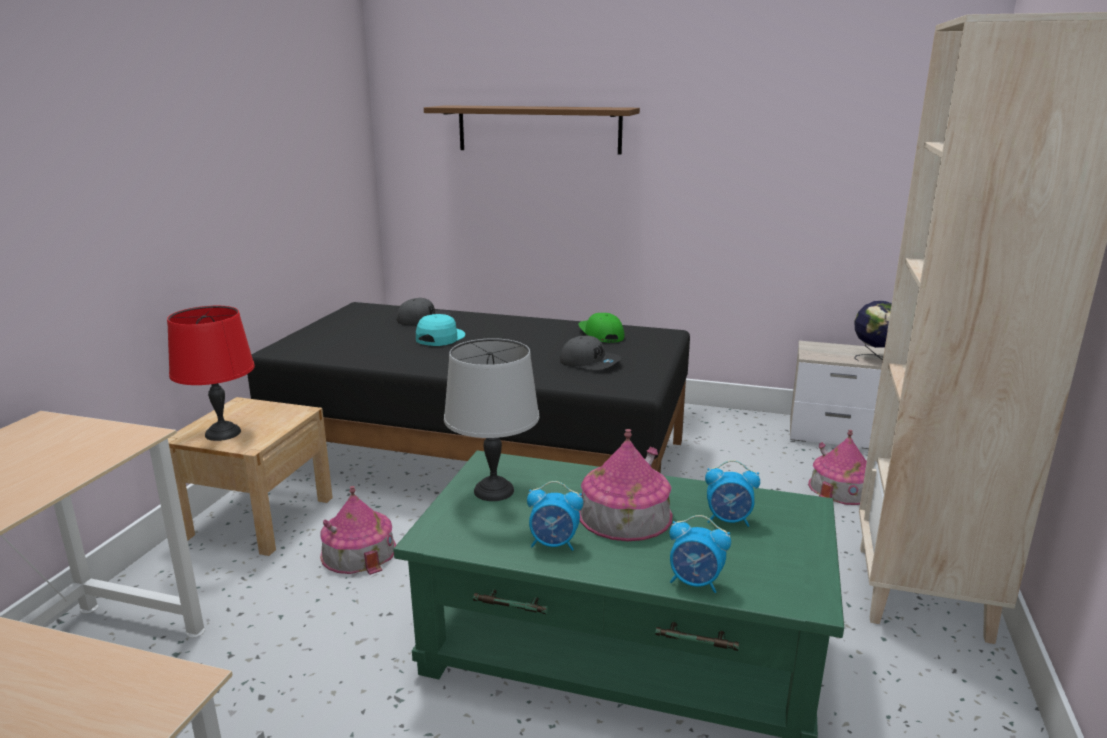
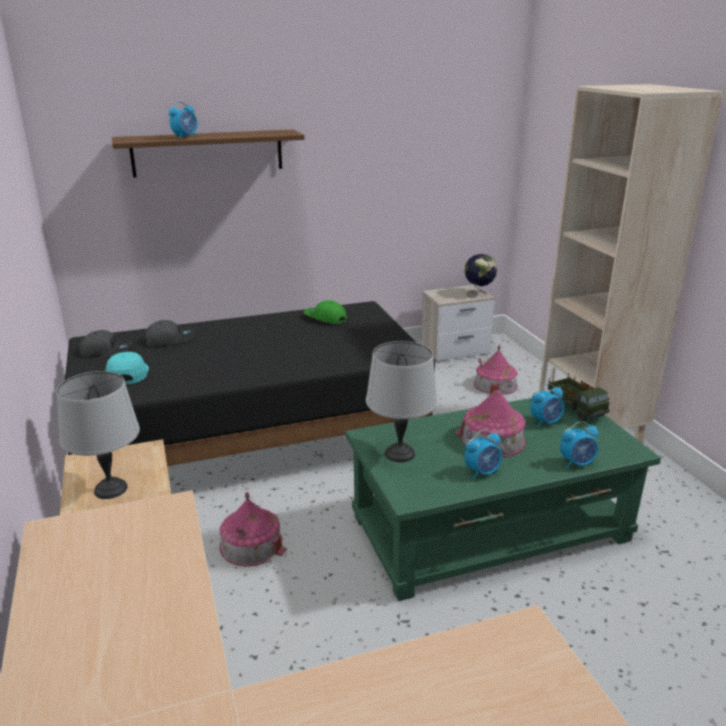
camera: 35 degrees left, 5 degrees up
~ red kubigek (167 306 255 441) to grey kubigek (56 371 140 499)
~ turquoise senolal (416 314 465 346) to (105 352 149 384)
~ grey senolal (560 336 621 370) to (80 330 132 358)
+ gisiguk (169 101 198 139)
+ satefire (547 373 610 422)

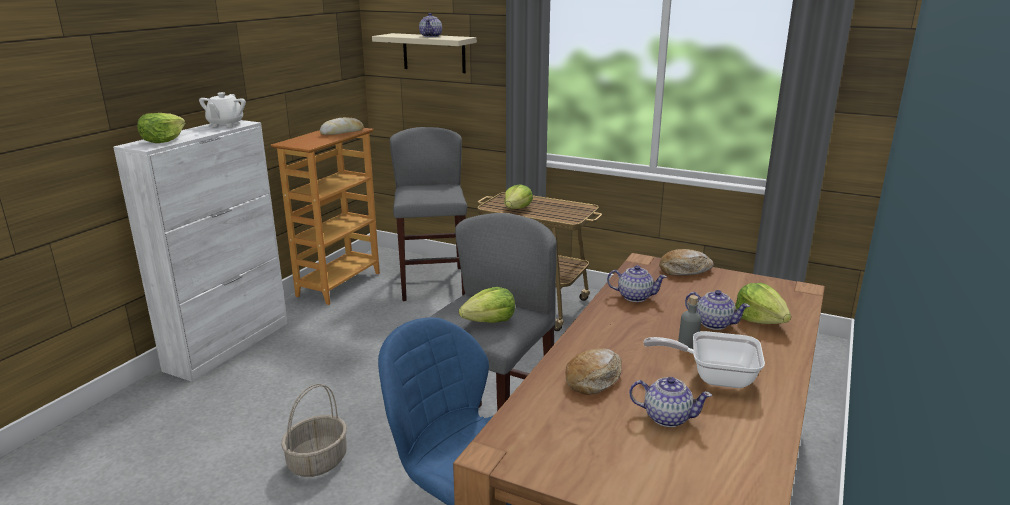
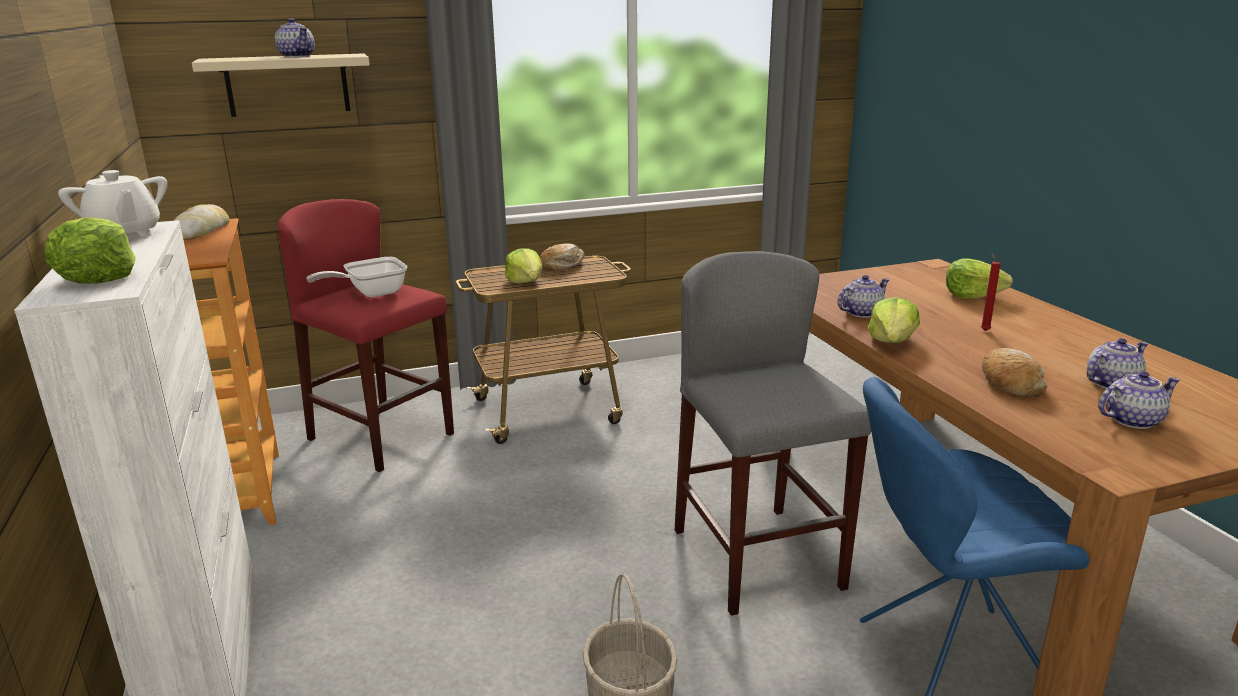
camera: 45 degrees left, 0 degrees up
~ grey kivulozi (390 127 467 301) to red kivulozi (277 199 454 472)
~ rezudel (659 249 714 276) to (540 243 585 272)
~ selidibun (459 287 515 323) to (868 297 920 343)
~ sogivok (685 290 750 330) to (1098 371 1180 429)
~ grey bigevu (678 295 702 349) to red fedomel (981 253 1001 331)
~ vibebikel (644 331 765 388) to (307 257 408 297)

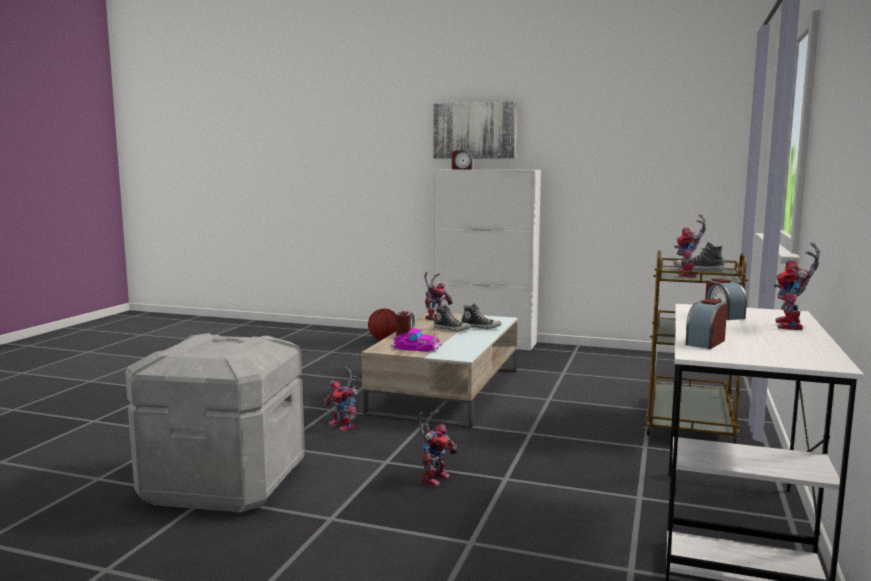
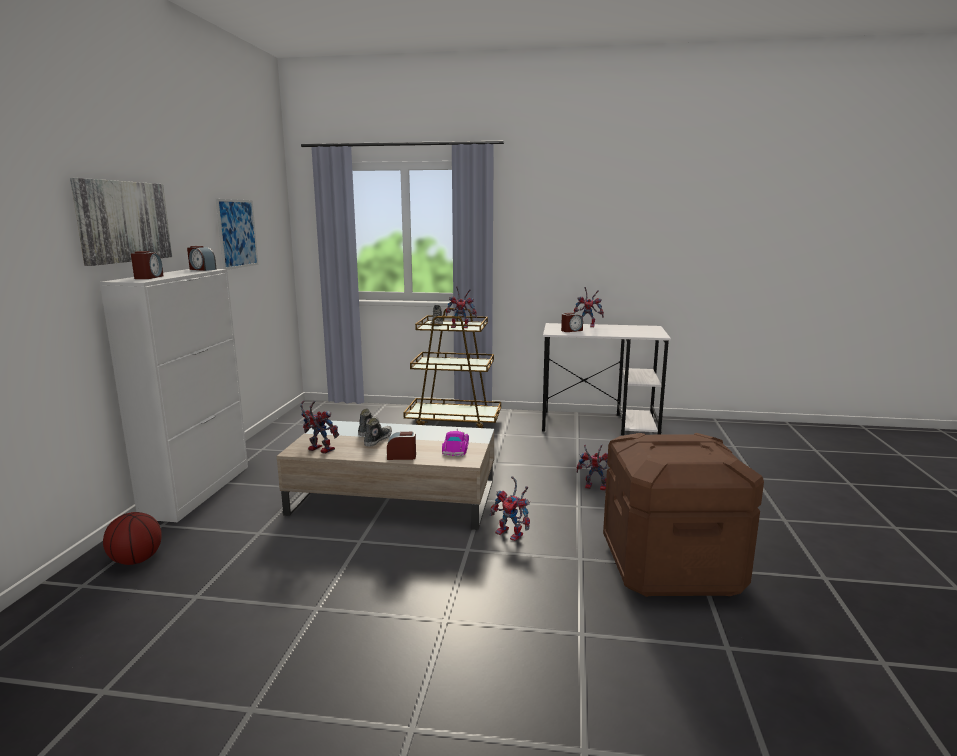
camera: 100 degrees left, 5 degrees up
~ gisiguk (685 299 728 349) to (187 246 217 271)
~ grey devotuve (125 333 305 513) to brown devotuve (603 433 764 597)
~ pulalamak (324 367 359 431) = (490 476 530 541) 90 degrees clockwise
+ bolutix (216 199 258 270)

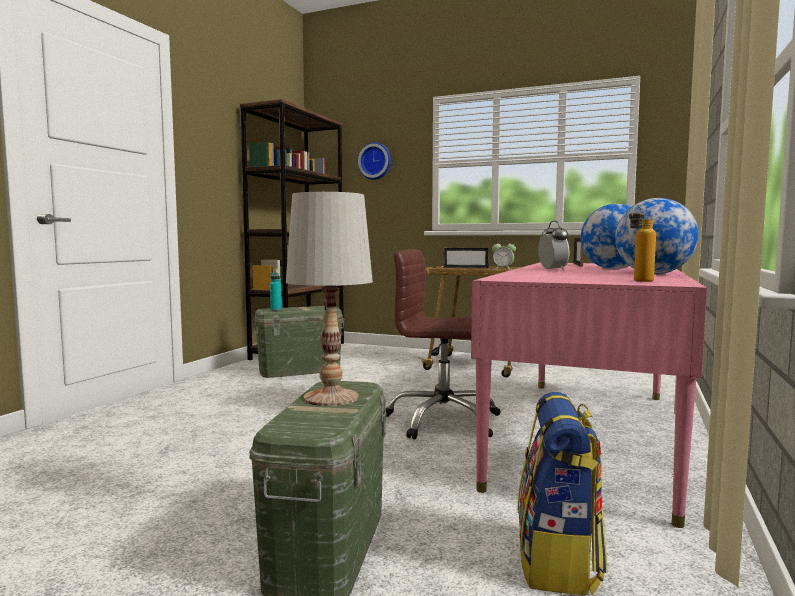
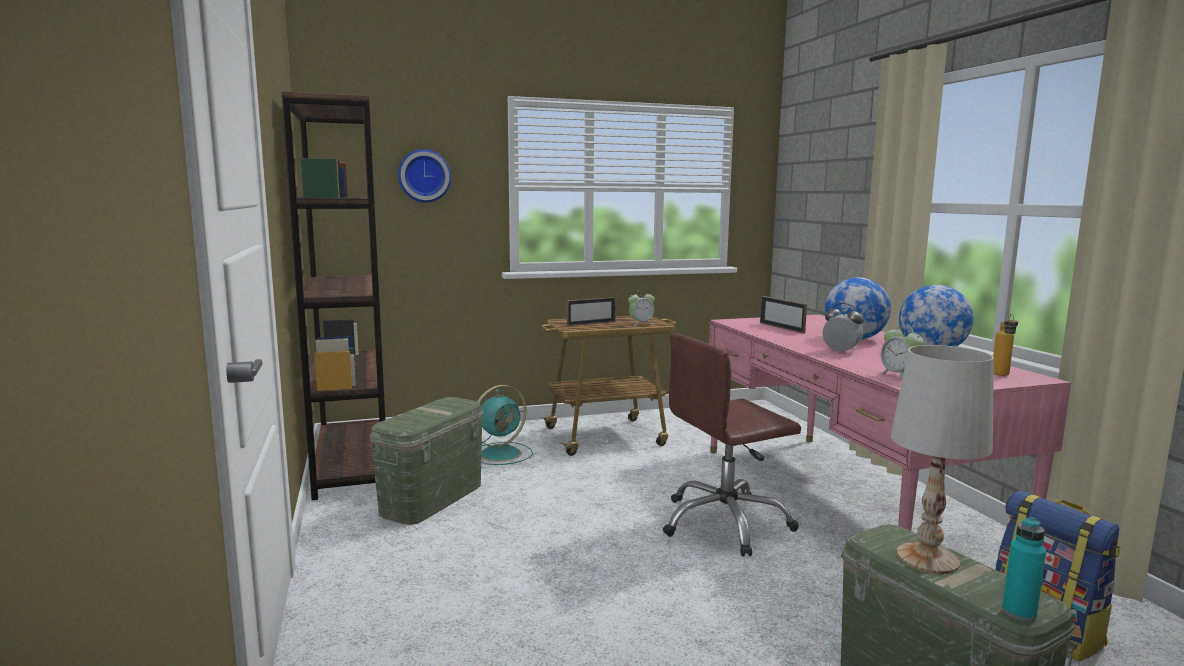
camera: 40 degrees left, 5 degrees up
~ turquoise bigevu (270 273 282 311) to (1002 517 1046 621)
+ gisiguk (879 325 924 380)
+ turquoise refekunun (477 385 533 465)

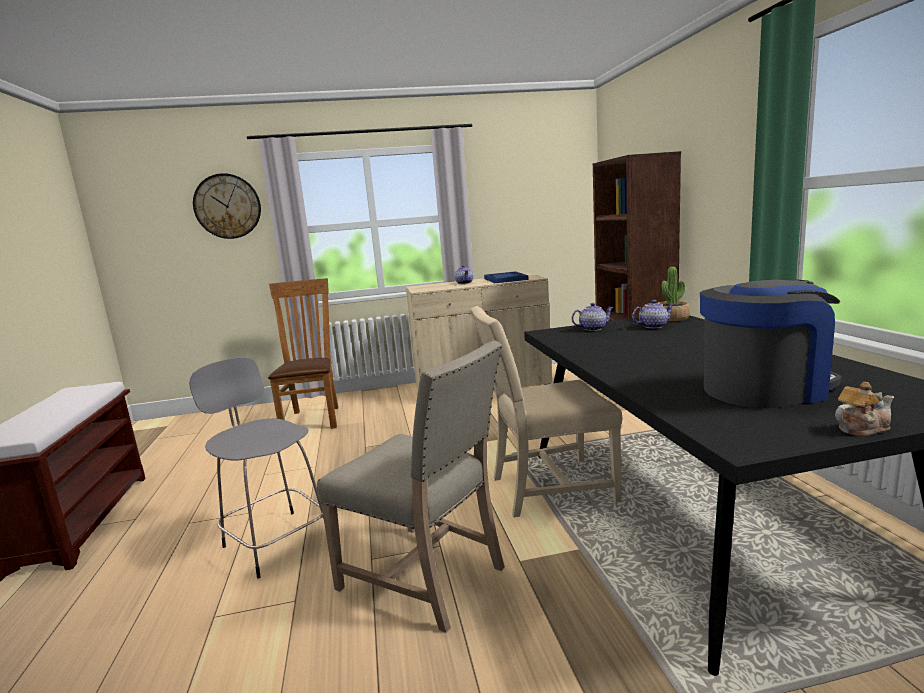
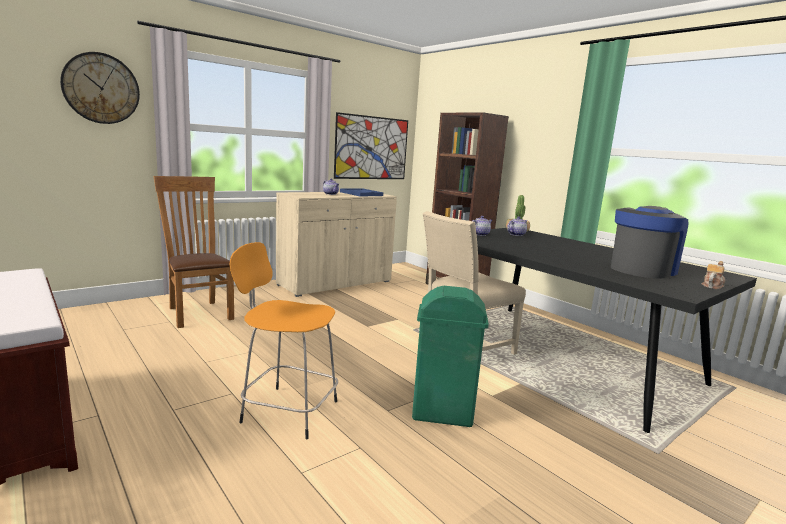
camera: 30 degrees left, 0 degrees up
~ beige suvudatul (317 340 505 633) to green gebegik (412 286 489 427)
~ grey kivulozi (189 357 324 578) to orange kivulozi (230 242 338 439)
+ bolutix (334 112 408 179)

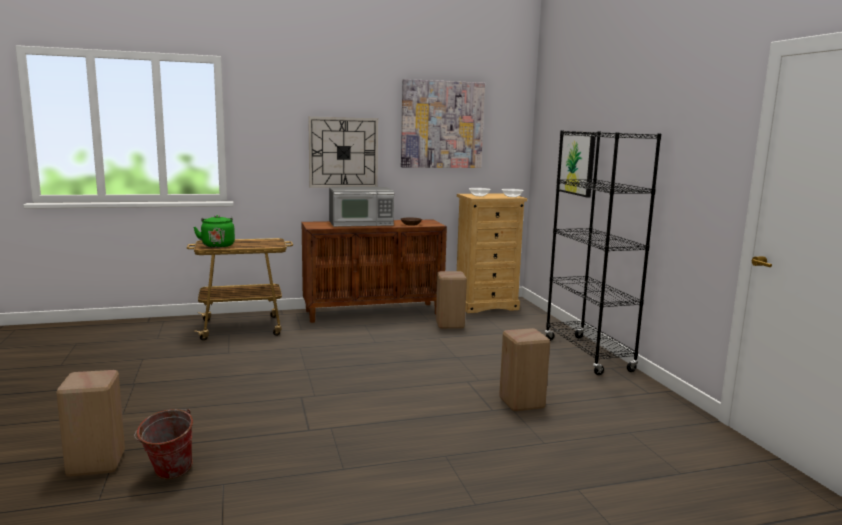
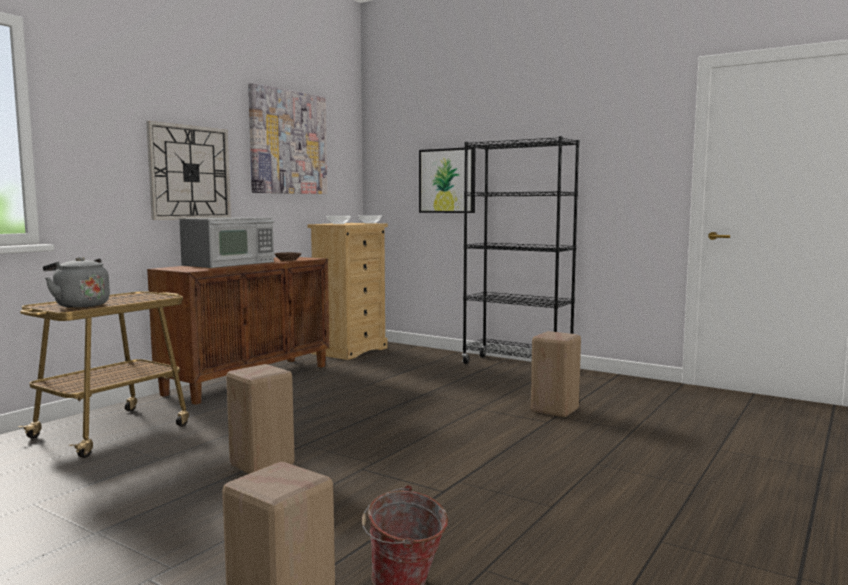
camera: 40 degrees left, 5 degrees down
~ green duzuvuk (194 215 235 248) to grey duzuvuk (43 257 110 308)
~ beige kivulozi (436 271 467 329) to (226 364 295 474)

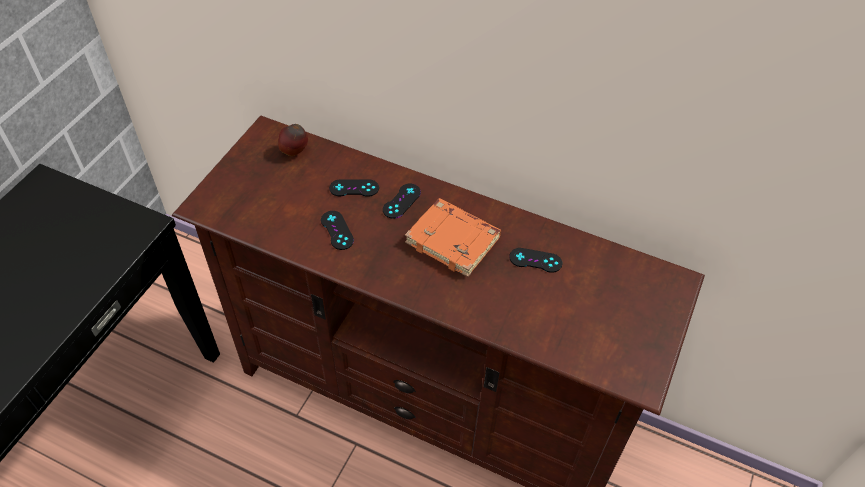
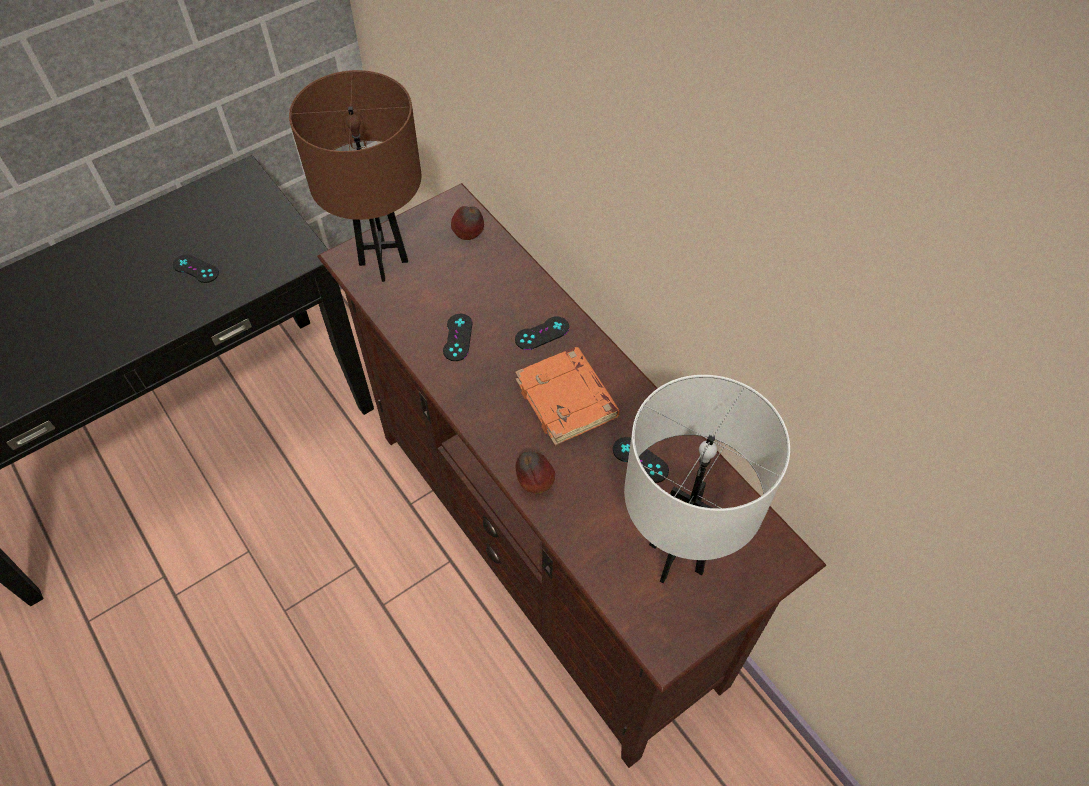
camera: 30 degrees right, 5 degrees up
~ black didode (329 179 379 197) to (173 254 219 283)
+ brown kubigek (289 70 421 282)
+ white kubigek (624 375 790 583)
+ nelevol (516 451 555 494)

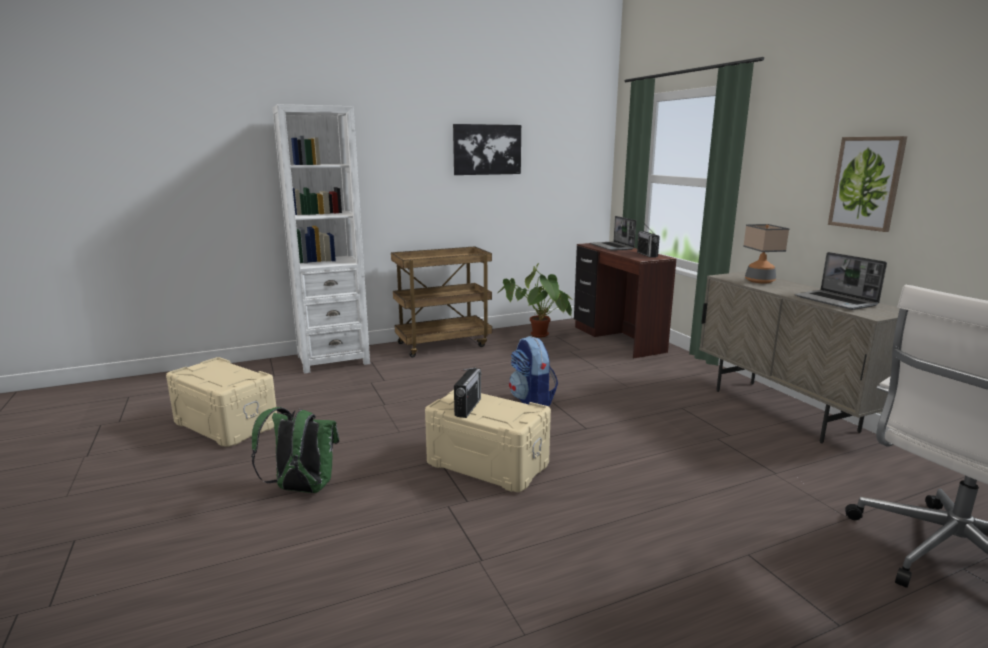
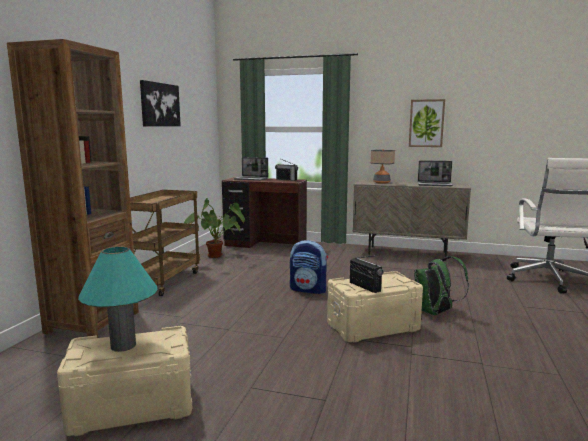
camera: 50 degrees left, 5 degrees down
~ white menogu (272 104 370 374) to brown menogu (7 39 139 338)
~ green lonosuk (251 407 339 493) to (414 256 469 315)
+ turquoise kubigek (78 247 158 352)

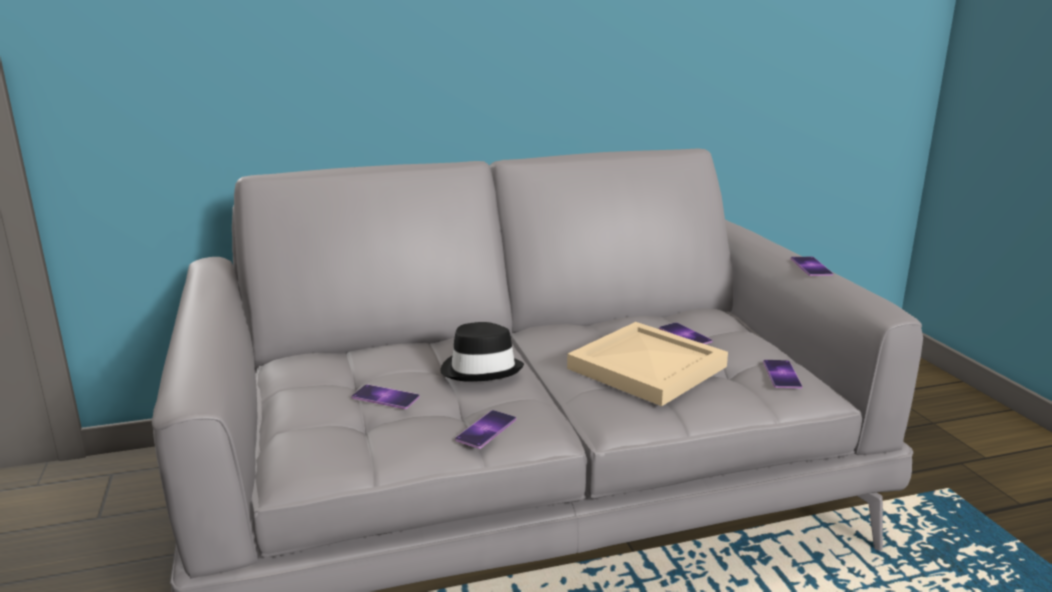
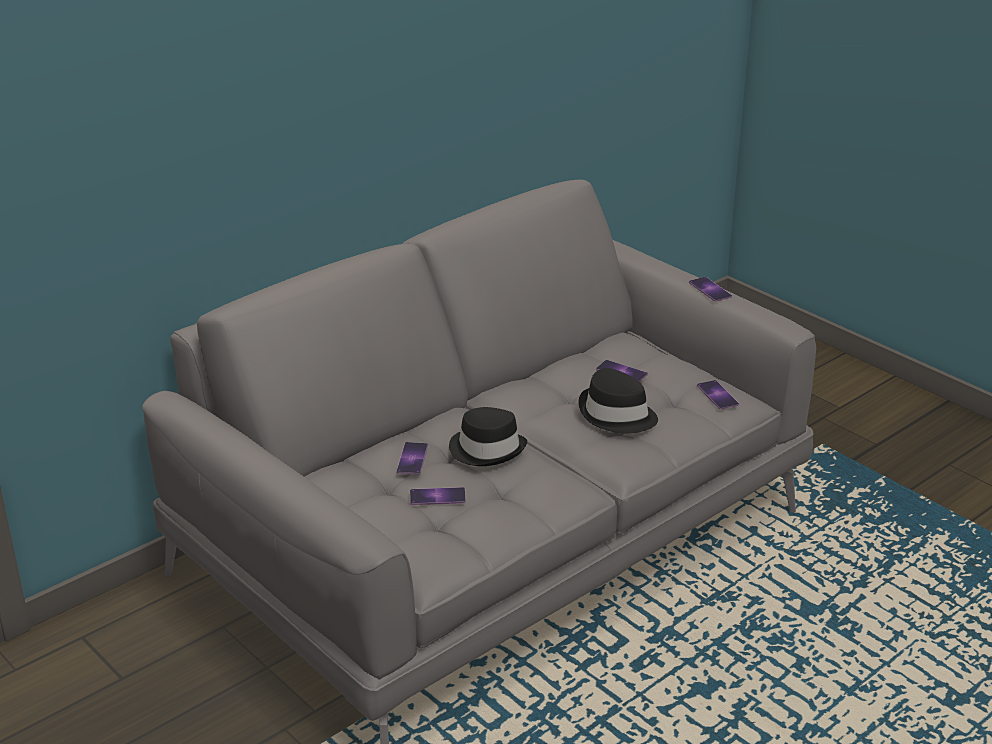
camera: 25 degrees left, 10 degrees up
~ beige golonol (567 322 728 406) to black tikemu (578 368 658 434)
~ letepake (455 410 516 449) to (397 442 428 475)

